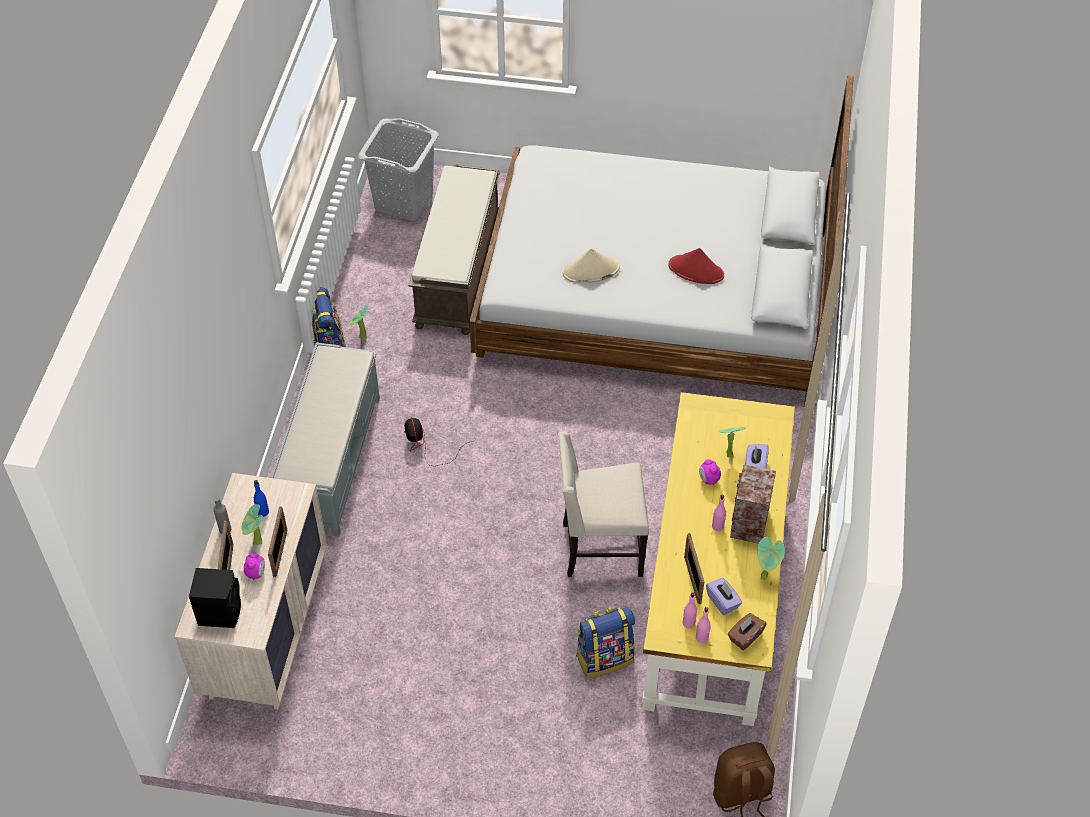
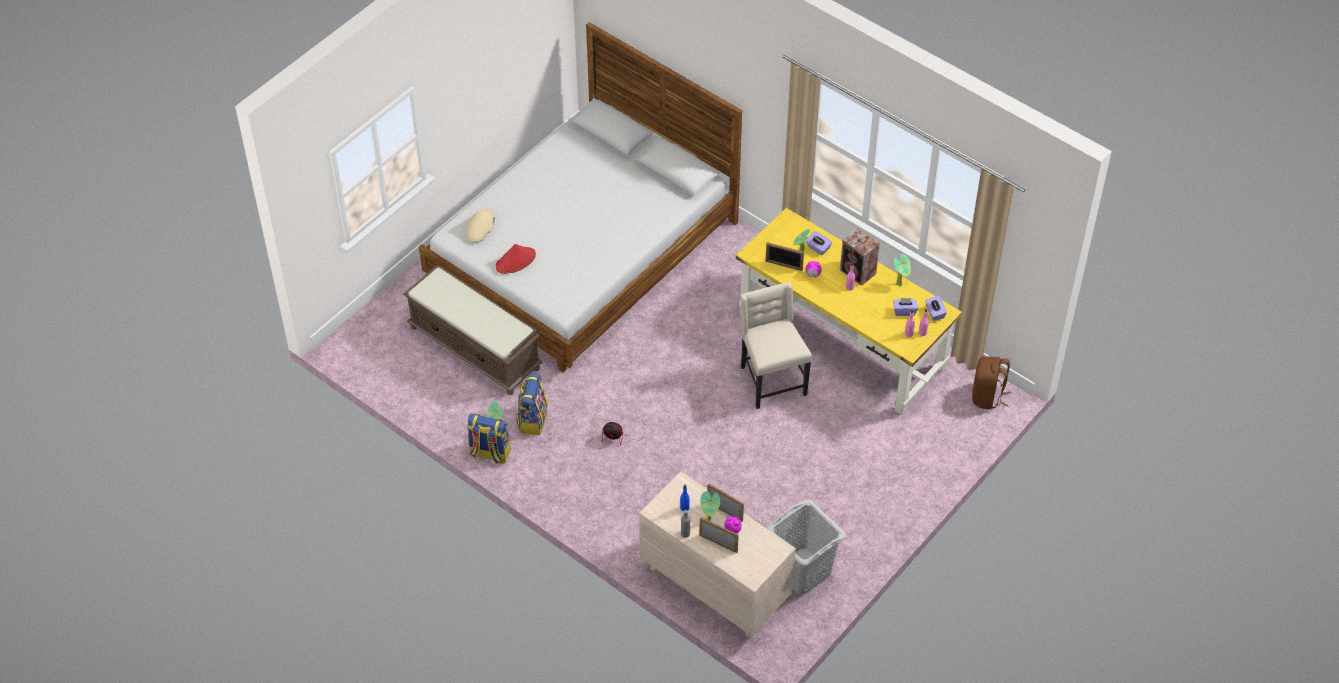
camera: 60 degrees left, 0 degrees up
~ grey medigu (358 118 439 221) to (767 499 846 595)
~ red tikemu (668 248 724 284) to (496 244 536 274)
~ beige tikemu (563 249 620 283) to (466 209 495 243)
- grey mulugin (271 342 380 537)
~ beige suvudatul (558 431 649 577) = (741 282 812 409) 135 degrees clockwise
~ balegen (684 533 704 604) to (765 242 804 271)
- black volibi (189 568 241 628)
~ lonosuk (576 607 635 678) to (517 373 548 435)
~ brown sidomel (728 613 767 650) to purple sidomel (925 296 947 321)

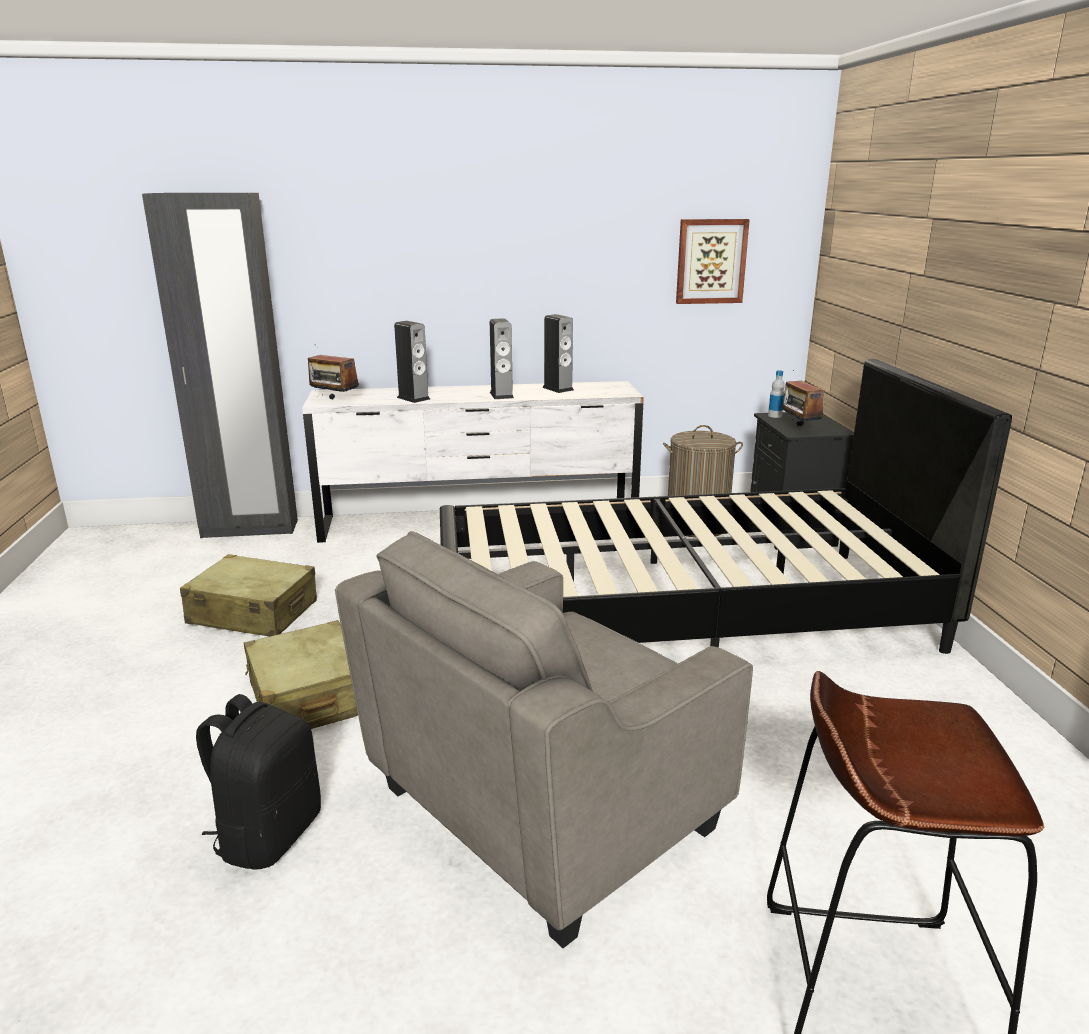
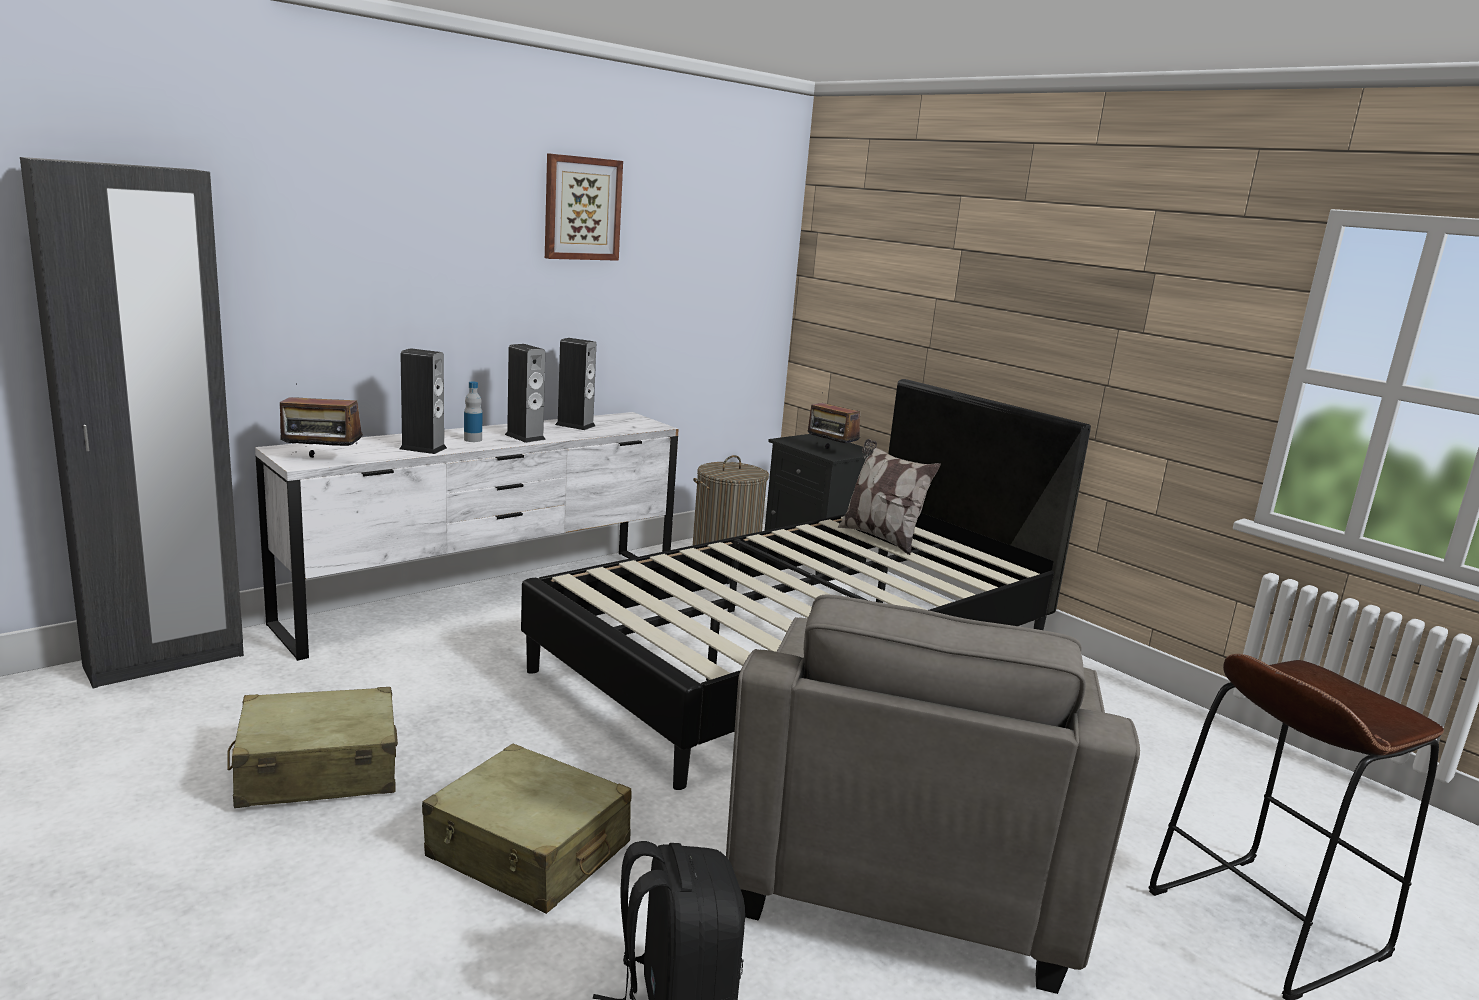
camera: 35 degrees left, 5 degrees down
~ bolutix (676 219 750 304) to (545 153 623 261)
~ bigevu (768 370 785 418) to (464 382 482 442)
+ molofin (838 439 941 555)

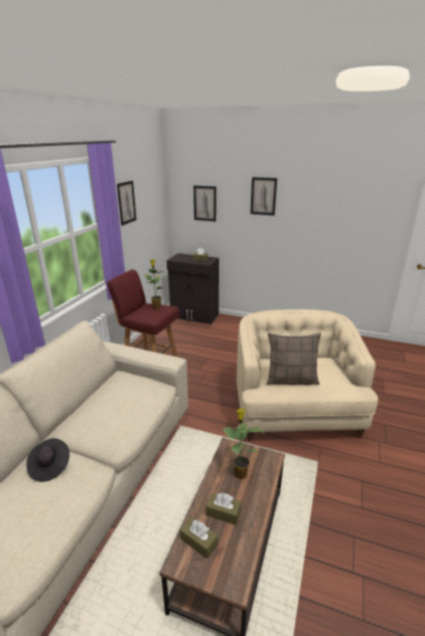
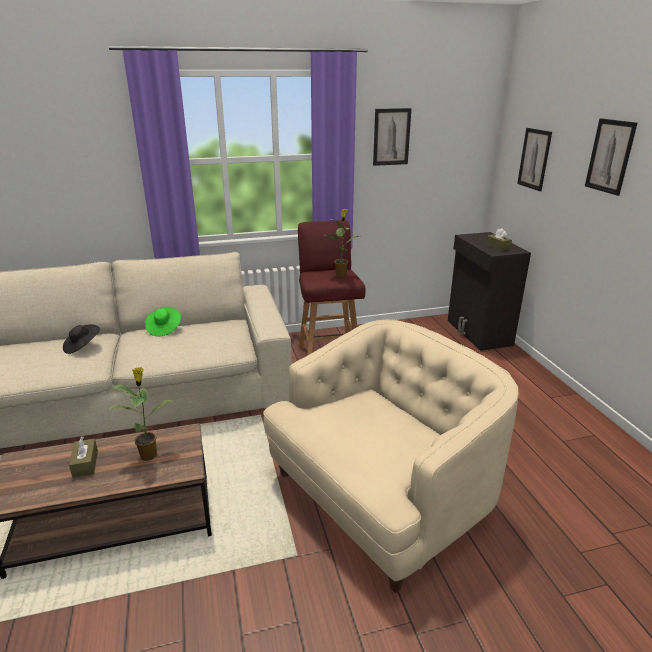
camera: 55 degrees right, 0 degrees up
- molofin (267 333 321 385)
- brown sidomel (180 517 218 559)
+ green tikemu (145 307 181 336)

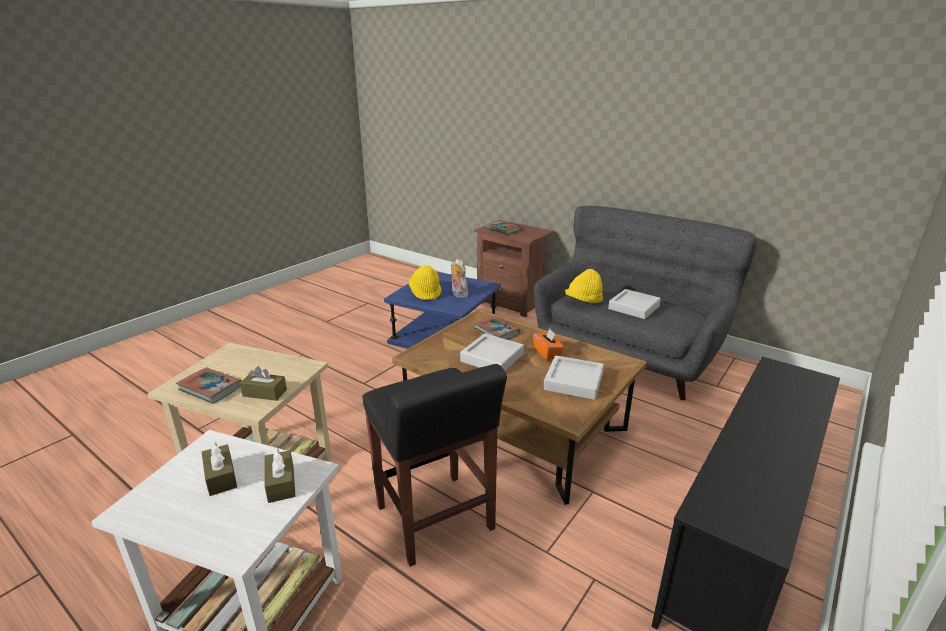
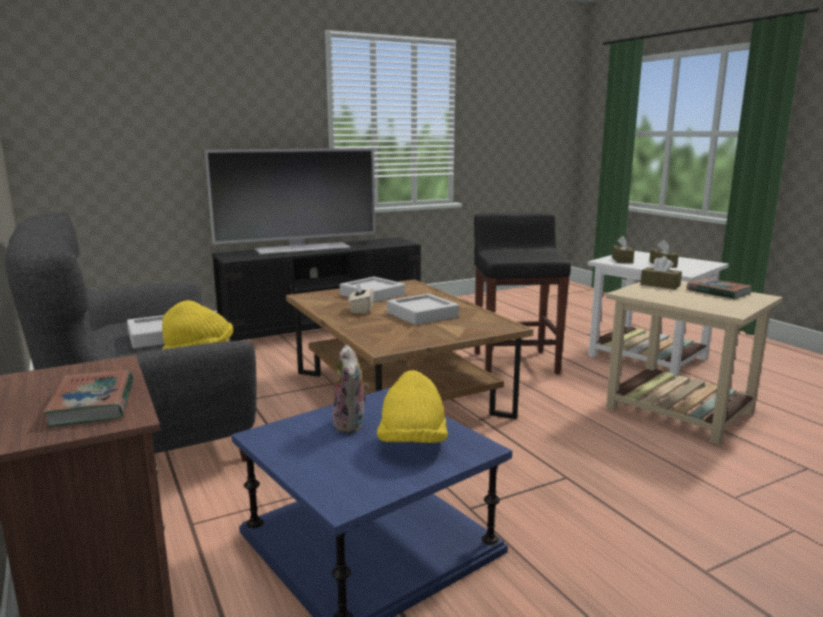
camera: 155 degrees left, 10 degrees down
- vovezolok (474 316 520 340)
~ orange sidomel (533 328 565 360) to beige sidomel (348 283 374 314)
+ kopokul (205 148 375 255)

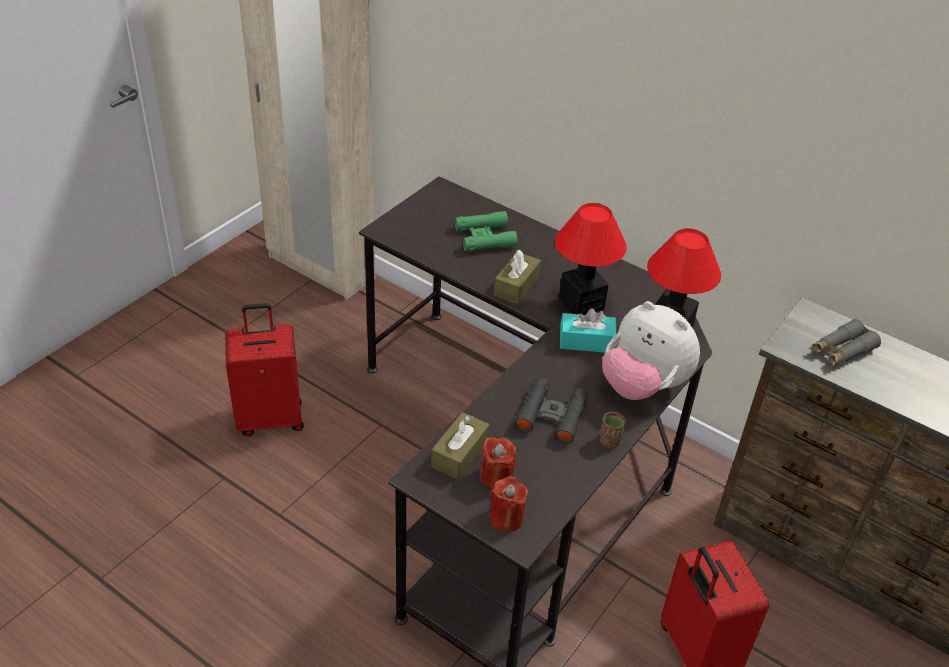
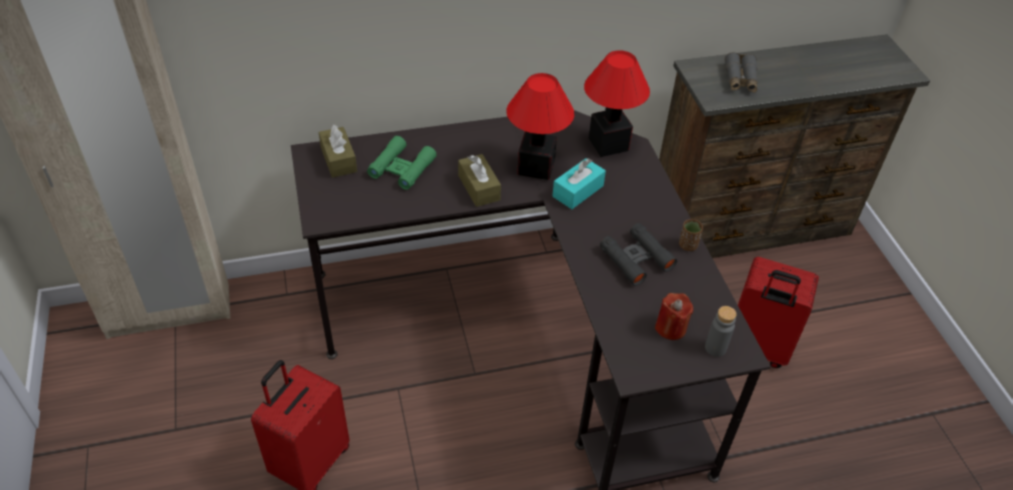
camera: 50 degrees left, 5 degrees up
- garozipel (602 301 700 400)
~ brown sidomel (431 412 490 480) to (319 125 357 178)
~ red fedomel (489 476 528 532) to grey bigevu (705 306 737 357)

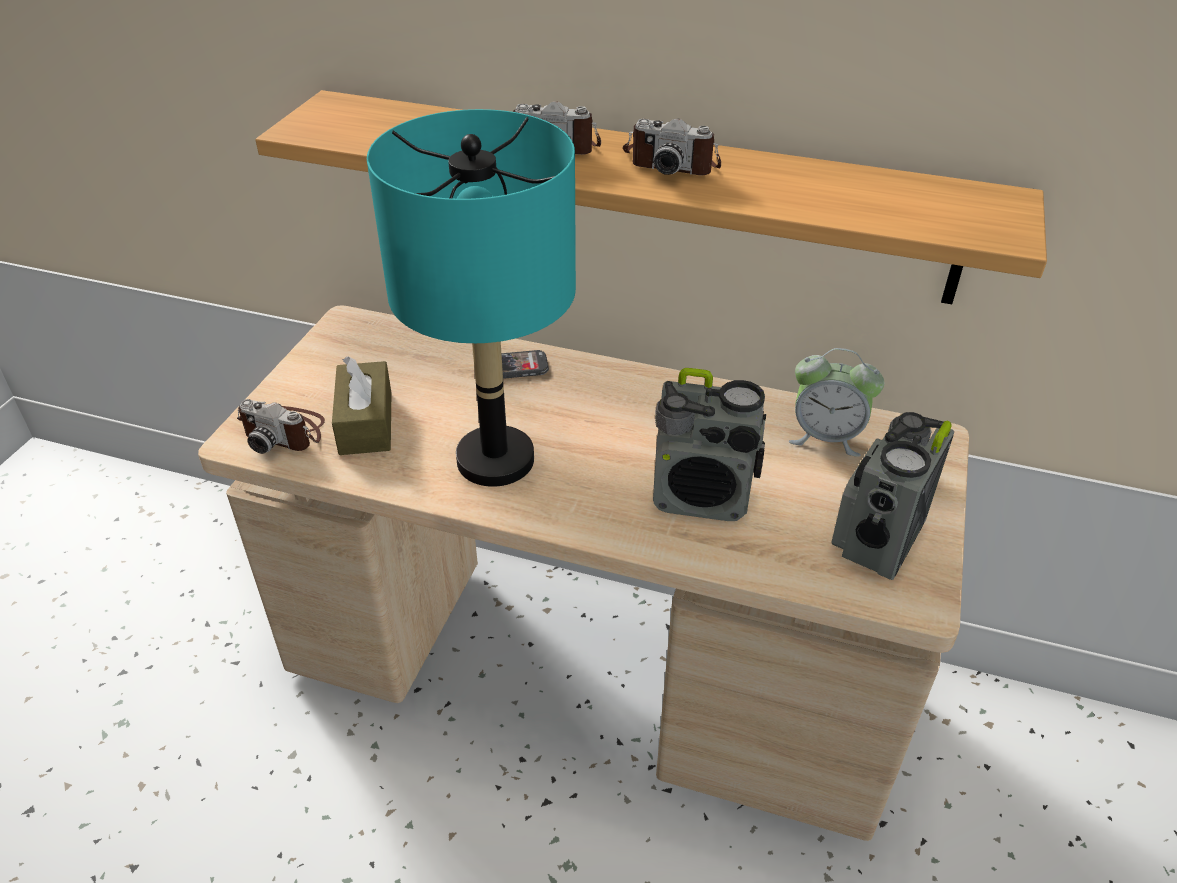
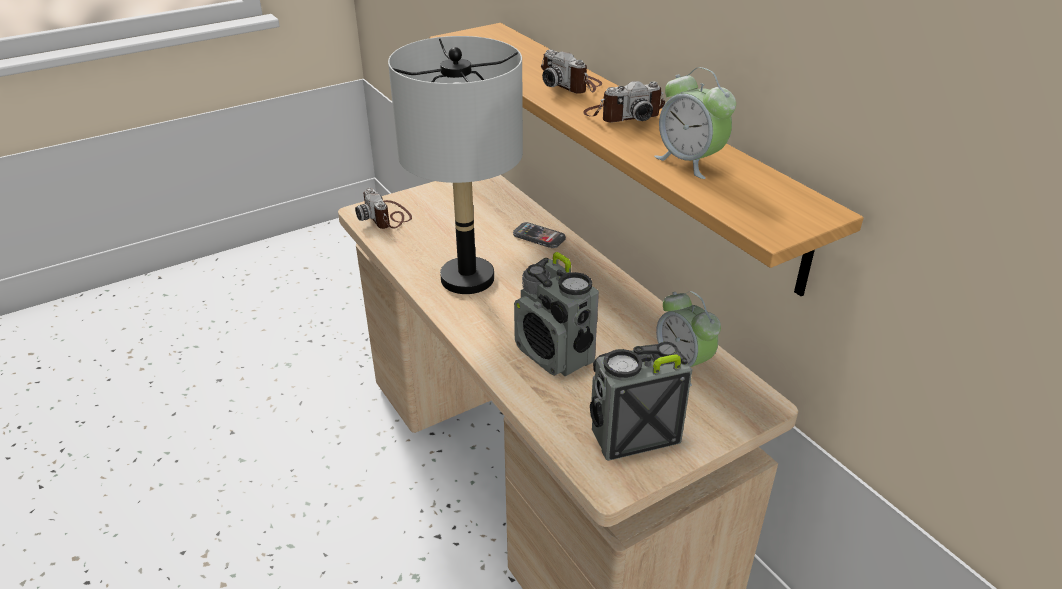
camera: 40 degrees right, 5 degrees down
~ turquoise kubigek (367 109 576 487) to grey kubigek (388 36 523 294)
~ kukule (623 118 721 175) = (583 81 665 122) 75 degrees counterclockwise
- brown sidomel (332 356 391 455)
+ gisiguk (654 67 736 179)

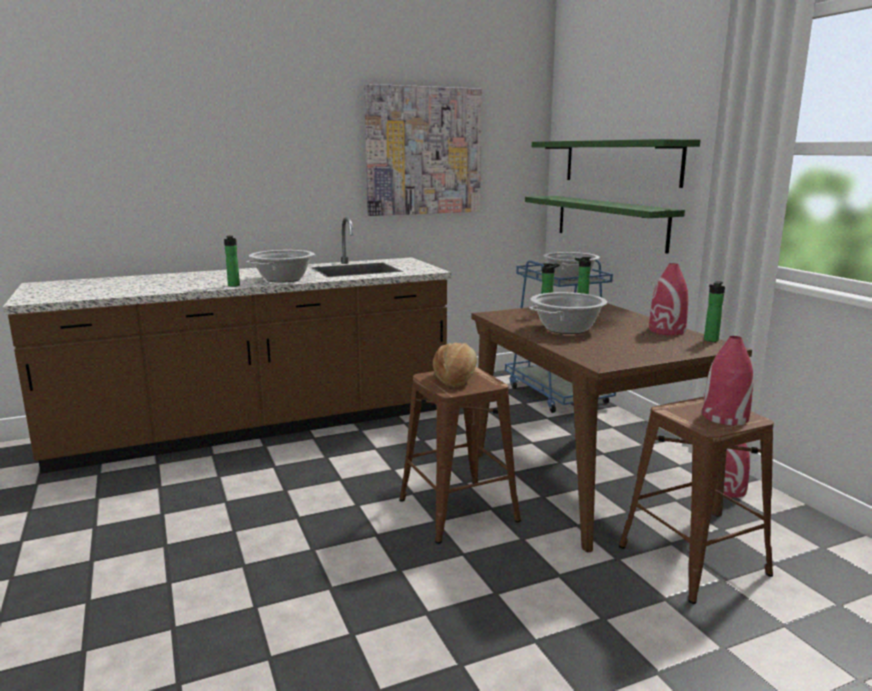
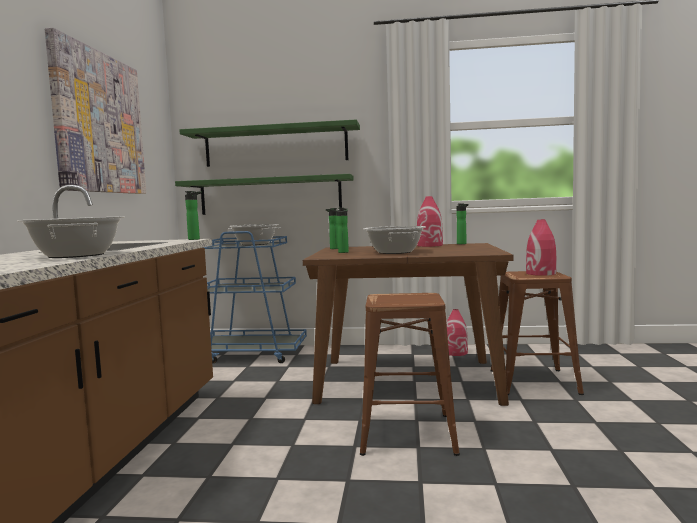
camera: 60 degrees left, 10 degrees down
~ bigevu (224 236 240 287) to (185 191 202 240)
- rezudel (433 343 477 387)

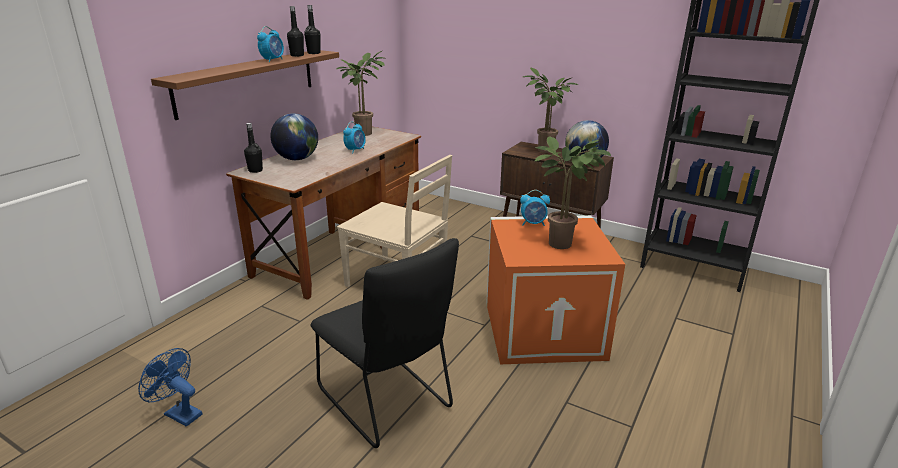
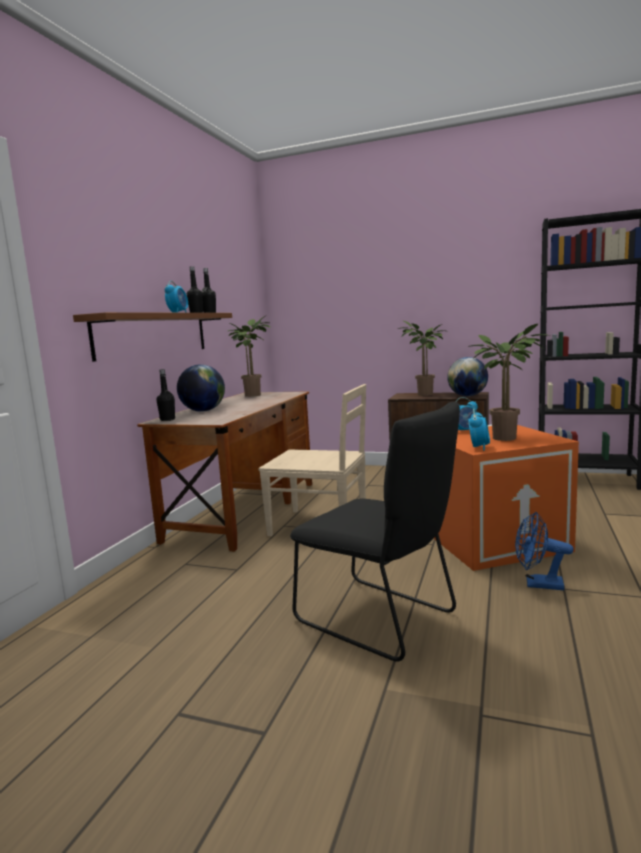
camera: 10 degrees left, 15 degrees down
~ gisiguk (343 122 366 153) to (469 409 490 451)
~ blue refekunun (138 348 202 427) to (515 512 574 590)

